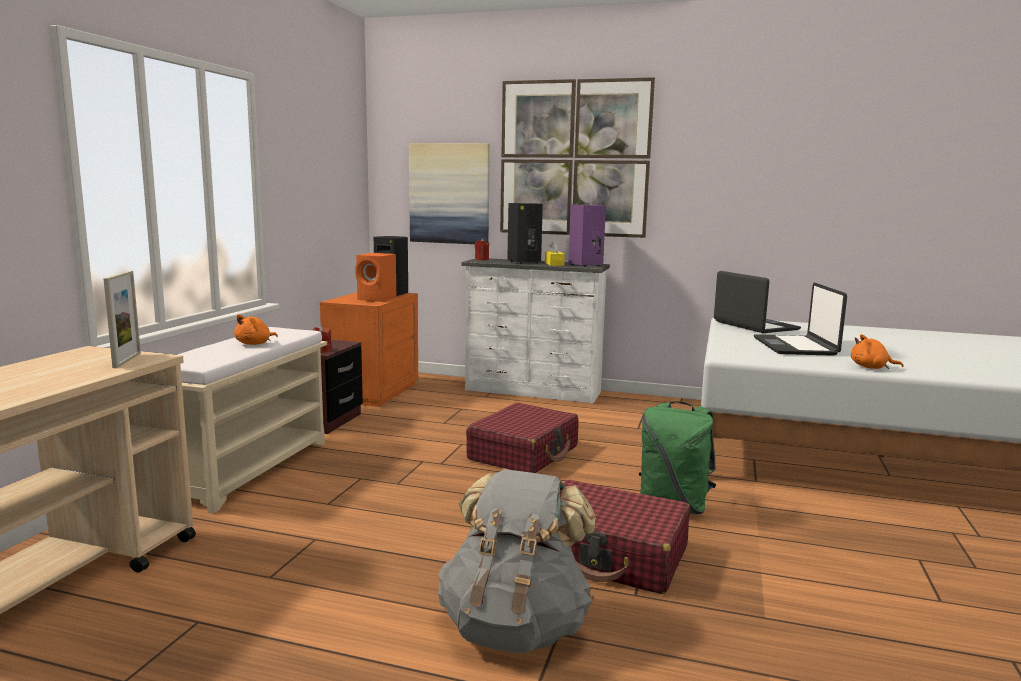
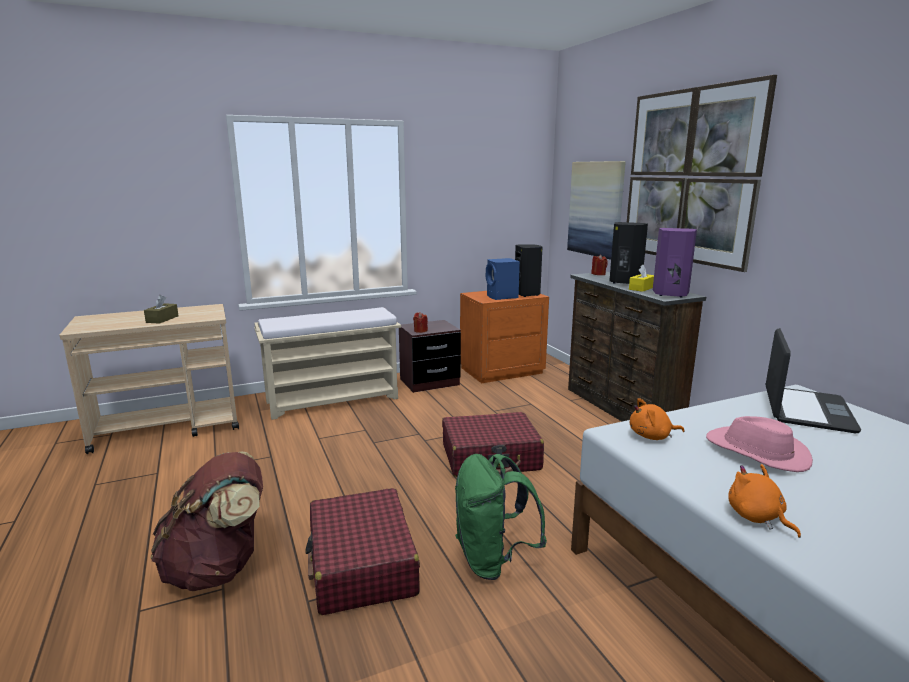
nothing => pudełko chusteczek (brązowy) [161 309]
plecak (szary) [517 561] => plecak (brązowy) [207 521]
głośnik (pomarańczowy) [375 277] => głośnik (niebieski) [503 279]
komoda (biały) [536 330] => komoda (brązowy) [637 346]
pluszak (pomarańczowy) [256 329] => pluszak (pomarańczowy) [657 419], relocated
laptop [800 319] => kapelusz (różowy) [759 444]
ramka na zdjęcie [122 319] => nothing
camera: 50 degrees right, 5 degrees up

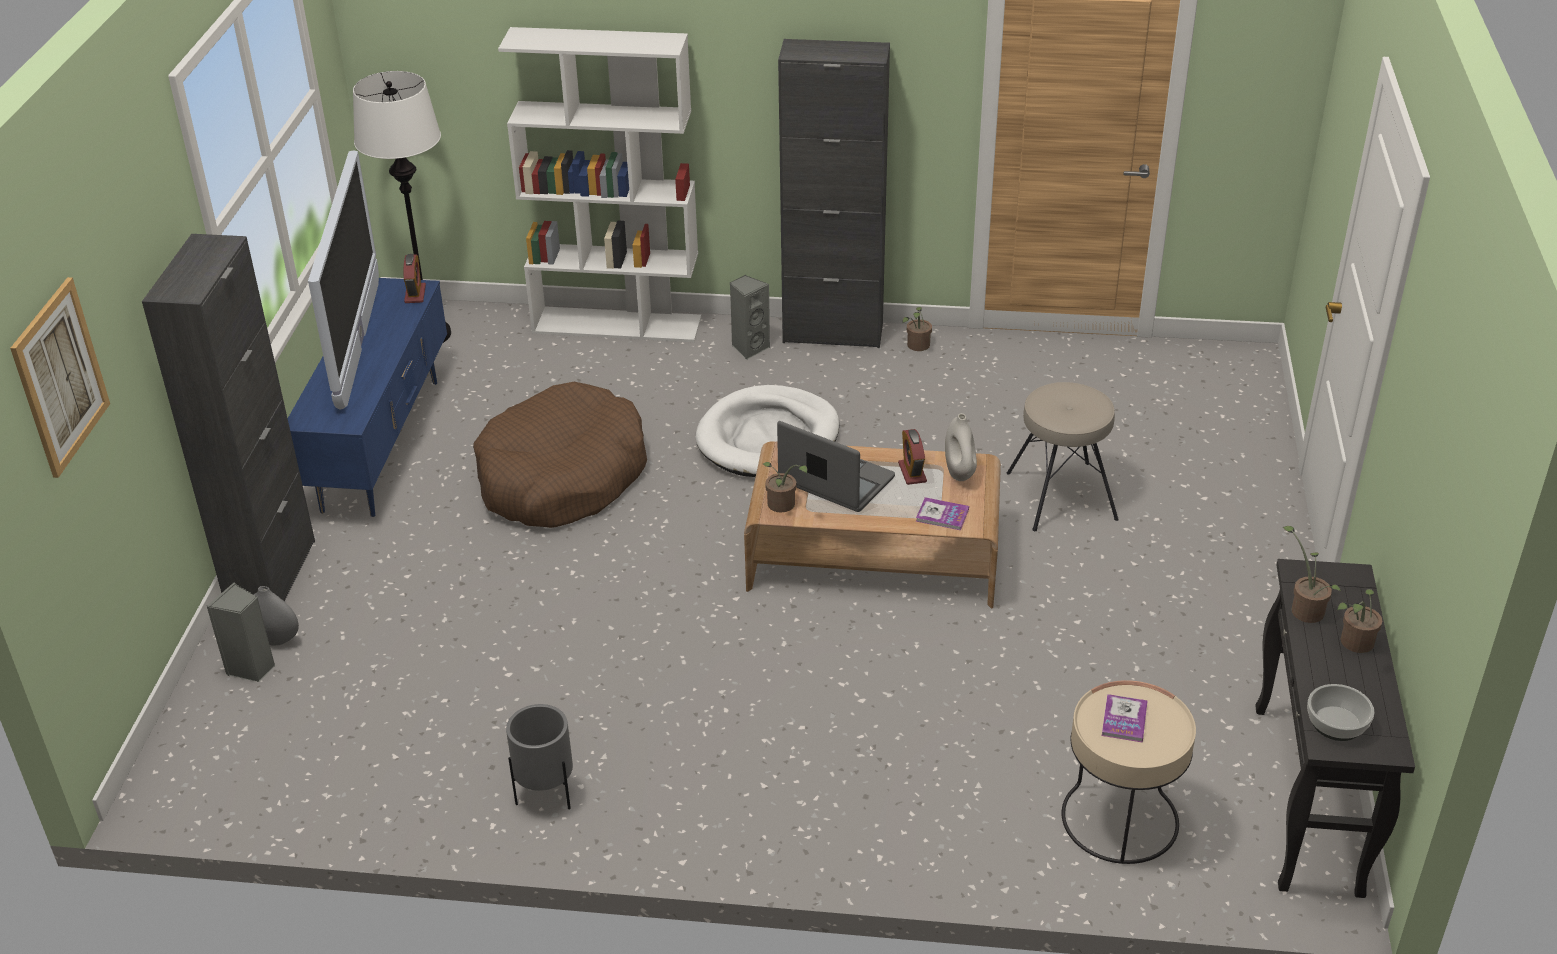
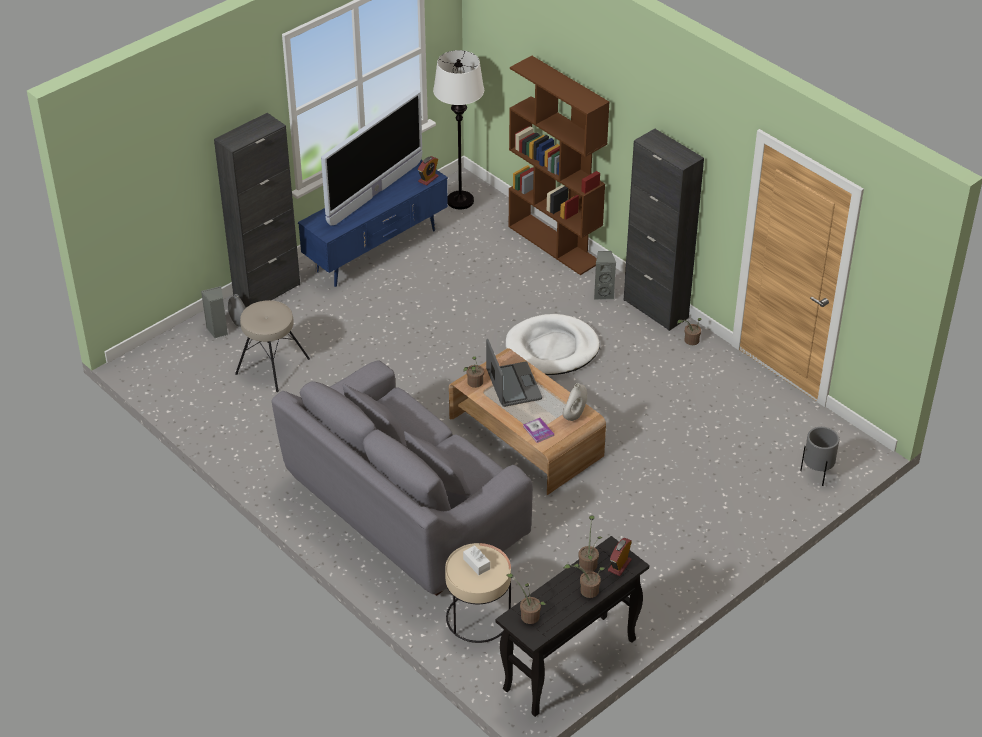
stołek (beżowy) [1062 456] => stołek (beżowy) [272 346], relocated
nothing => kanapa (szary) [402 478]
książka [1125 718] => pudełko chusteczek (biały) [476 560]
miska [1340 712] => roślina doniczkowa [526 599]
regał (biały) [599 184] => regał (brązowy) [559 165]
budzik [912 457] => budzik [620 557], relocated
donica (szary) [539 757] => donica (szary) [819 456], relocated
obraz [60 377] => nothing
legowisko (brązowy) [560 455] => nothing
camera: 40 degrees right, 5 degrees up

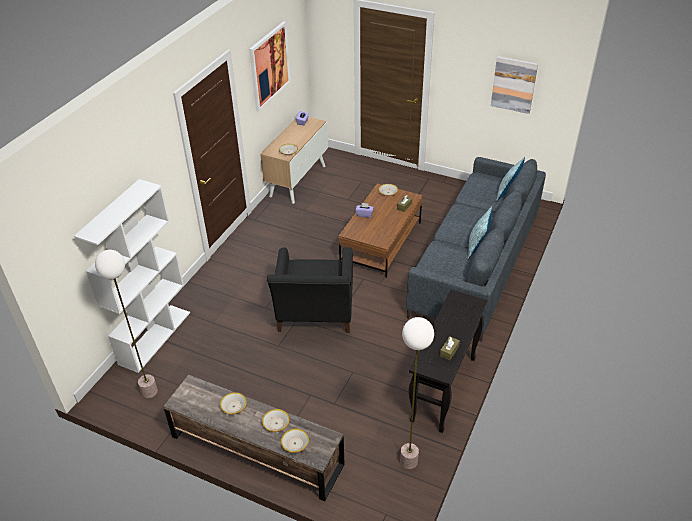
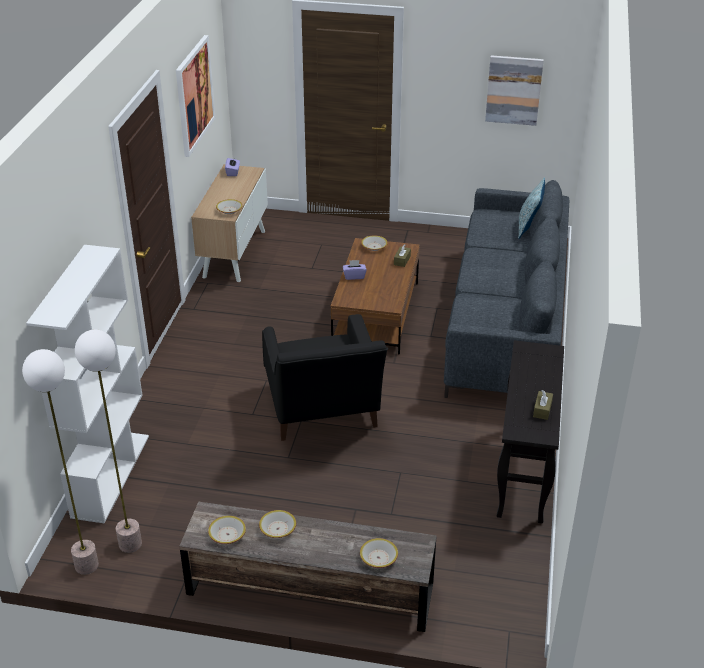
lampa stojąca [417 393] => lampa stojąca [60 462], relocated
miska [276 420] => miska [227 530], relocated
poduszka [480 232] => nothing
camera: 15 degrees left, 5 degrees down

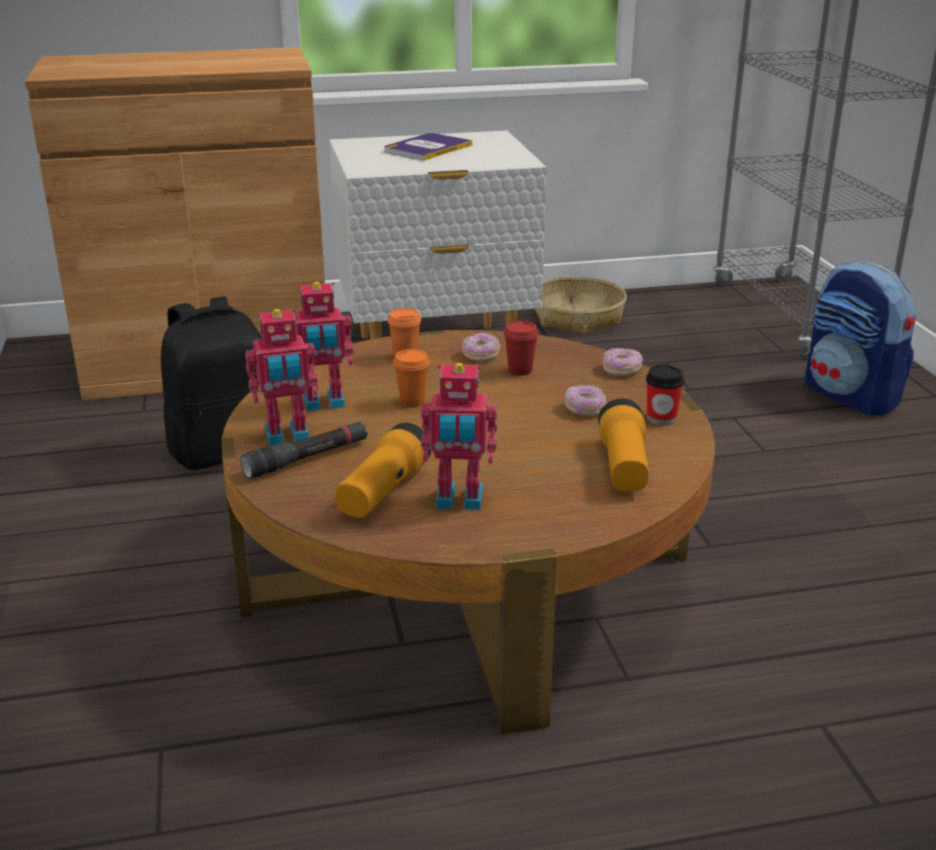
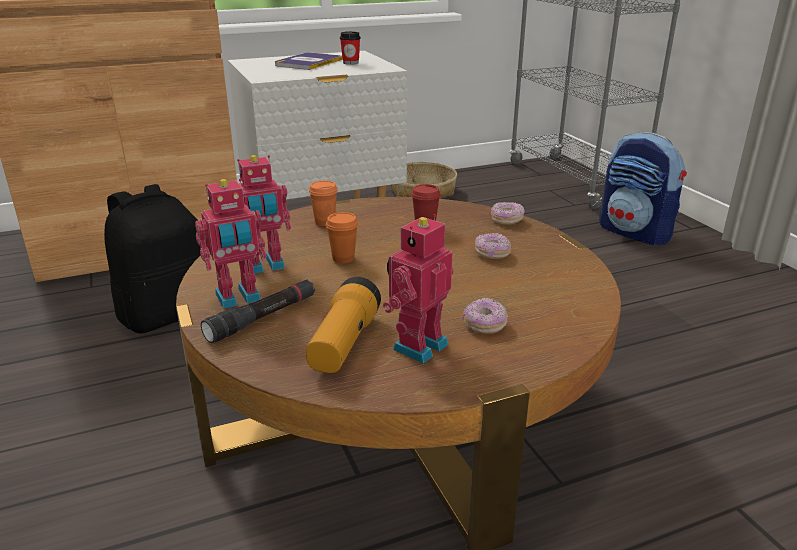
filiżanka [665 395] => filiżanka [350 48], relocated
robot zabawkowy [459 436] => robot zabawkowy [418 289], 135 degrees clockwise
donut [481 347] => donut [485 316], relocated
latarka [623 445] => nothing
camera: 10 degrees left, 0 degrees up

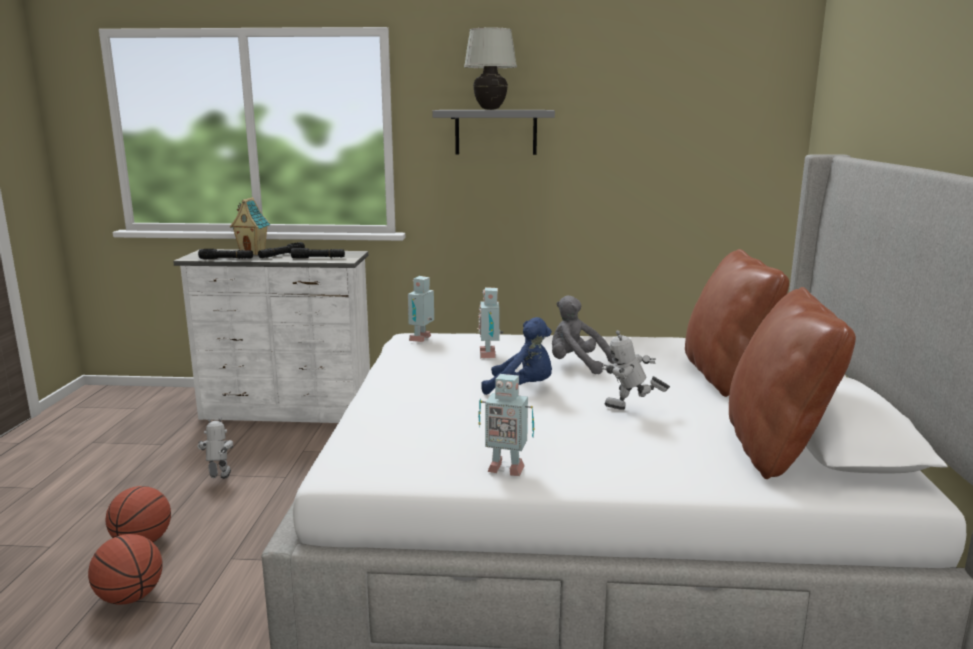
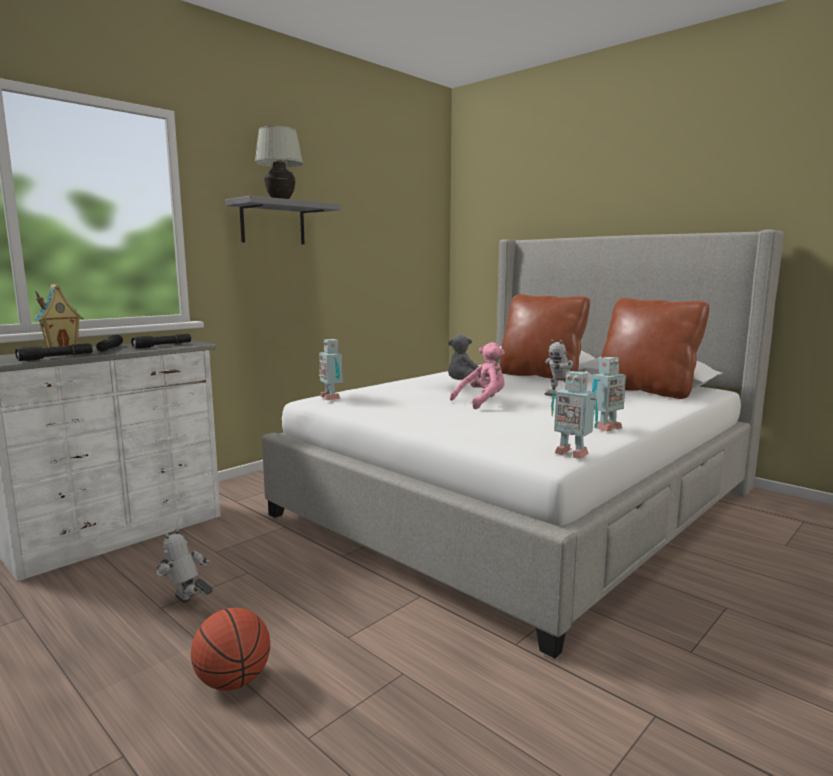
pluszak (niebieski) [516 356] => pluszak (różowy) [477 375]
robot zabawkowy [490 322] => robot zabawkowy [574 415], relocated
piłka do koszykówki [125 569] => nothing
camera: 50 degrees left, 5 degrees down

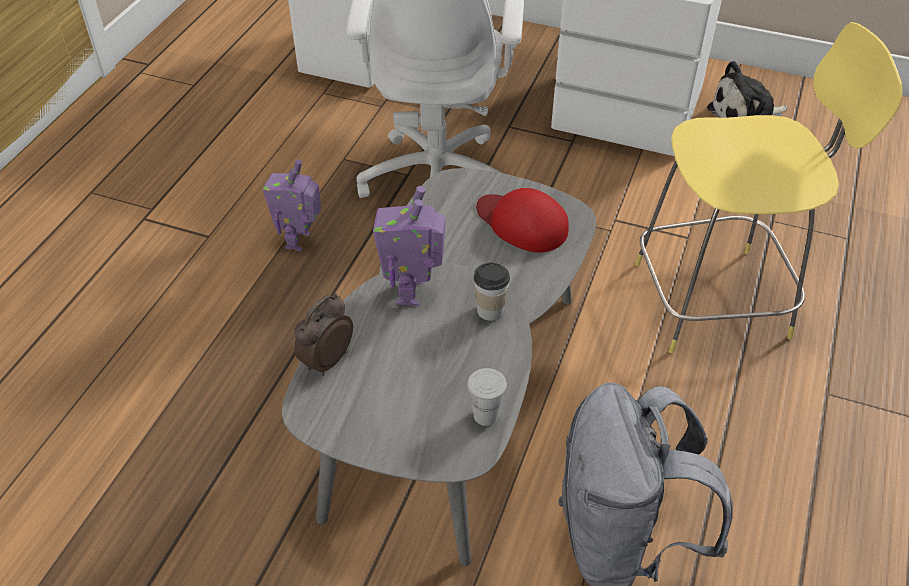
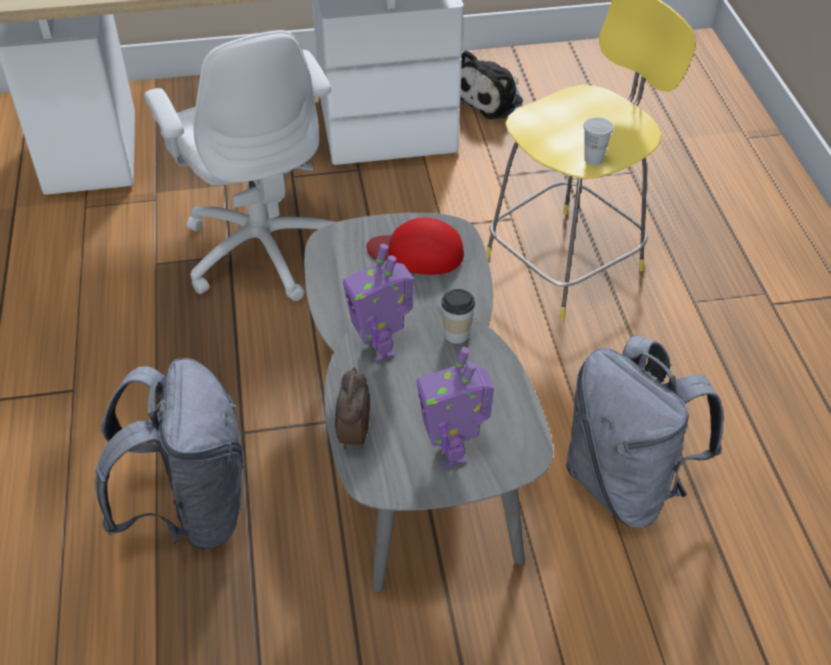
nothing => plecak (szary) [169 454]
robot zabawkowy [292 205] => robot zabawkowy [455 407], relocated
filiżanka (biały) [487 397] => filiżanka (biały) [598 141], relocated
camera: 30 degrees left, 0 degrees up

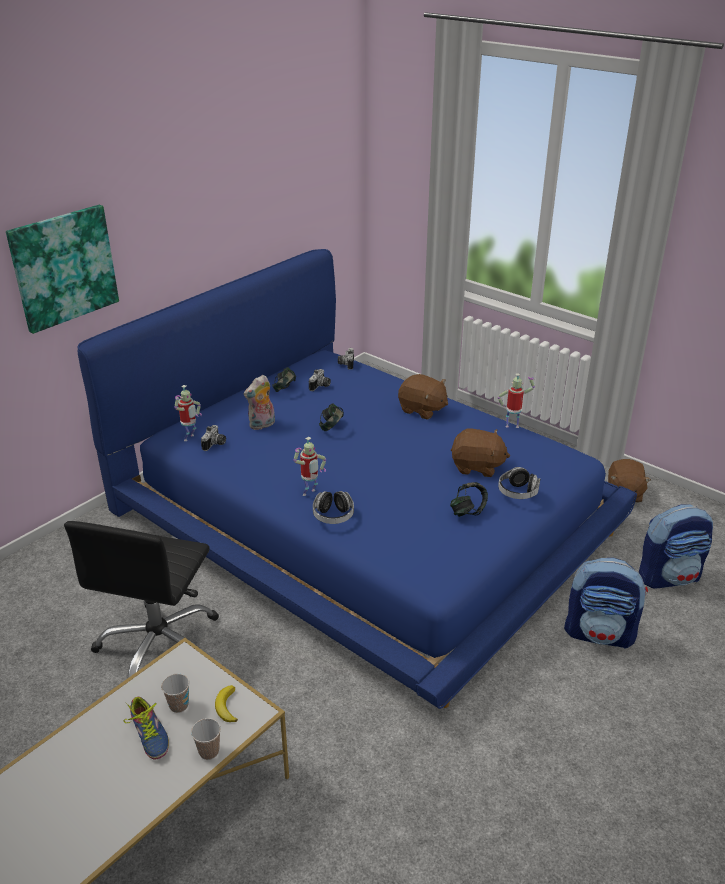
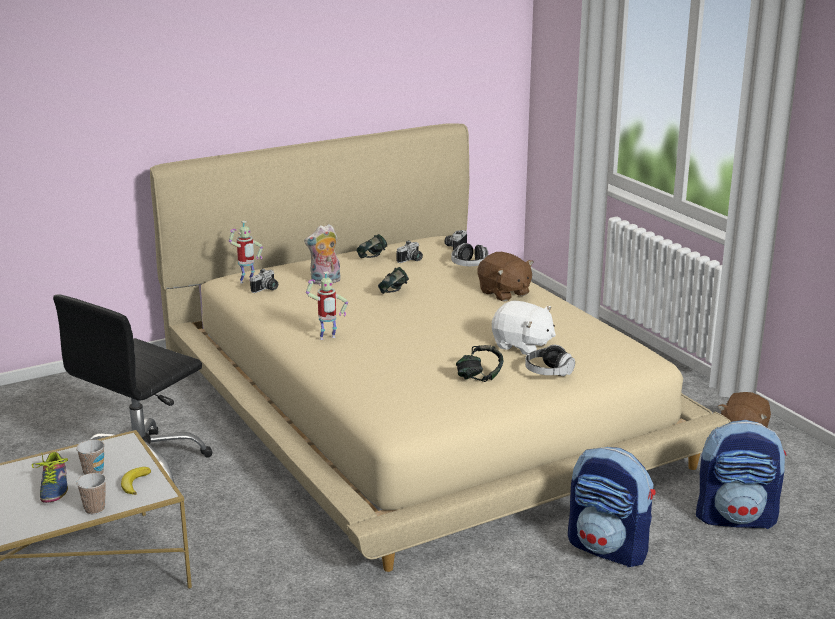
łóżko (niebieski) [357 479] => łóżko (beżowy) [440 347]
słuchawki [333 507] => słuchawki [469 254], relocated
pluszak (brązowy) [480 452] => pluszak (biały) [524 327]
obraz [62 269] => nothing
robot zabawkowy [516 401] => nothing
camera: 20 degrees right, 10 degrees down

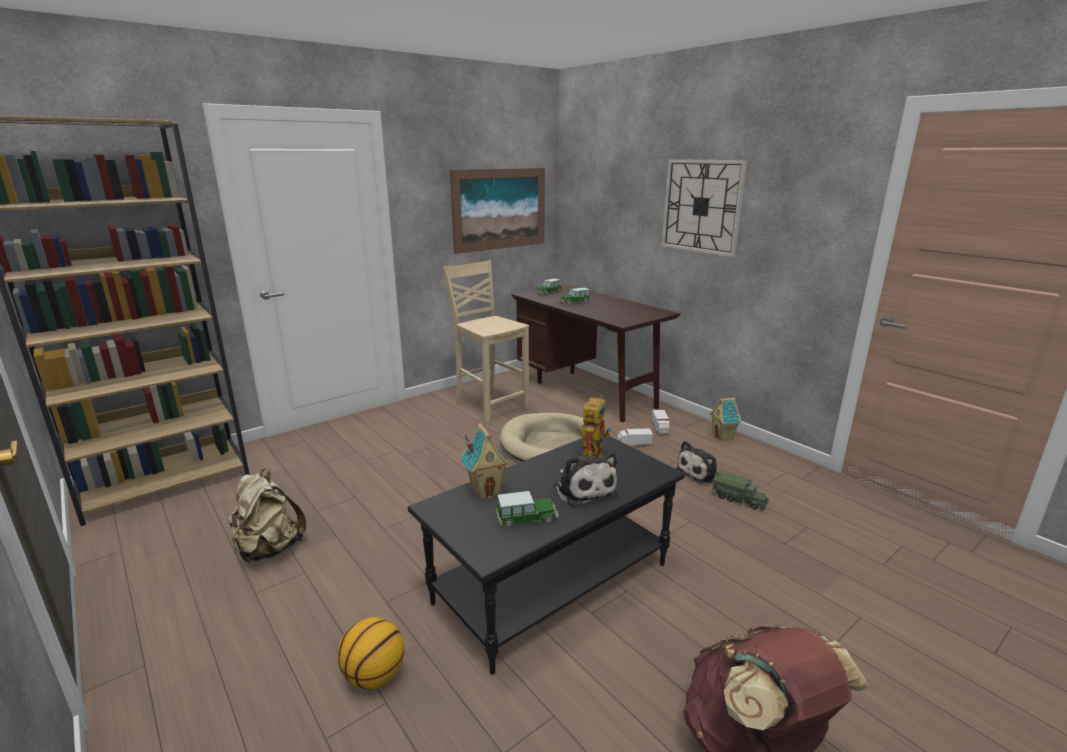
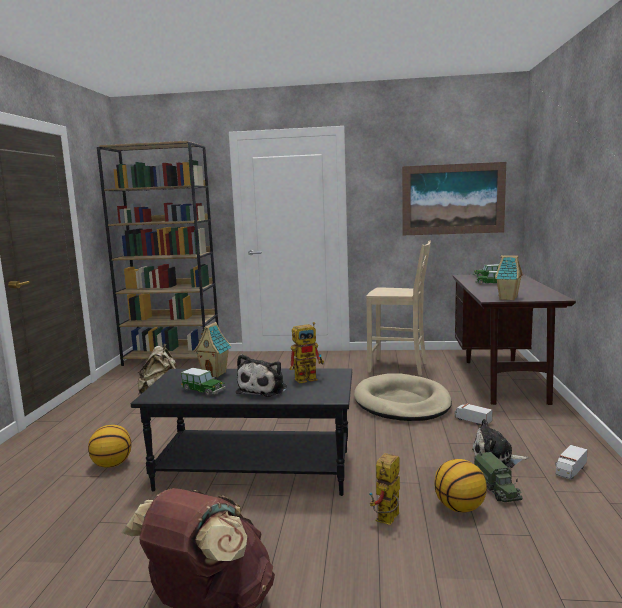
krzesło (beżowy) [486 342] => krzesło (beżowy) [398 308], 105 degrees clockwise
nothing => robot zabawkowy [384 489]
nothing => piłka do koszykówki [460 486]
domek [725 419] => domek [509 277], relocated
ciężarówka zabawkowa [661 422] => ciężarówka zabawkowa [571 462], relocated
zegar ścienny [704 208] => nothing
camera: 45 degrees right, 10 degrees down

